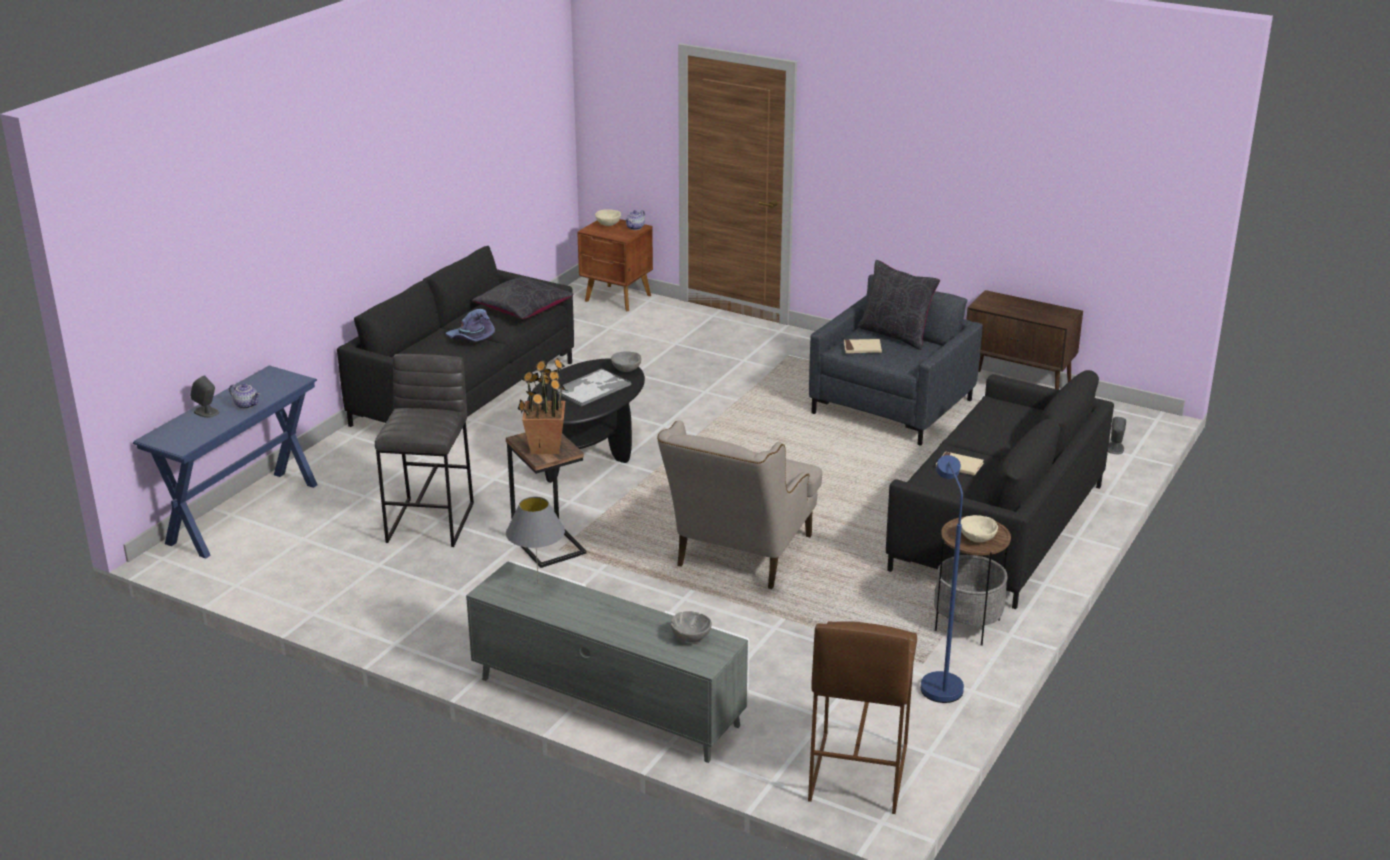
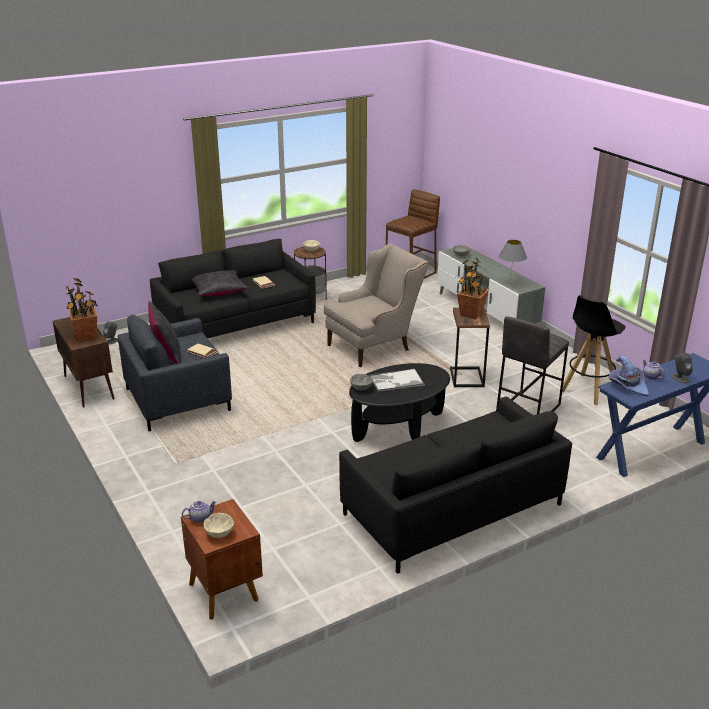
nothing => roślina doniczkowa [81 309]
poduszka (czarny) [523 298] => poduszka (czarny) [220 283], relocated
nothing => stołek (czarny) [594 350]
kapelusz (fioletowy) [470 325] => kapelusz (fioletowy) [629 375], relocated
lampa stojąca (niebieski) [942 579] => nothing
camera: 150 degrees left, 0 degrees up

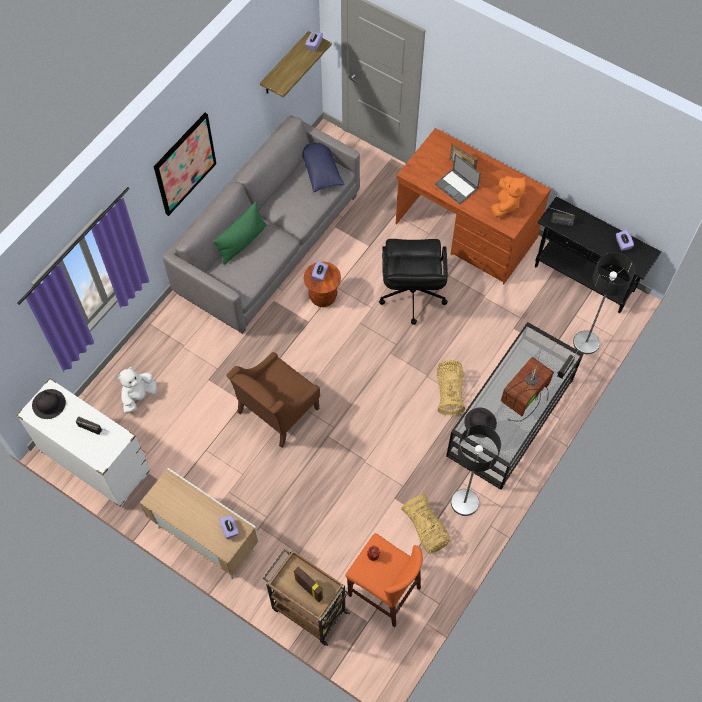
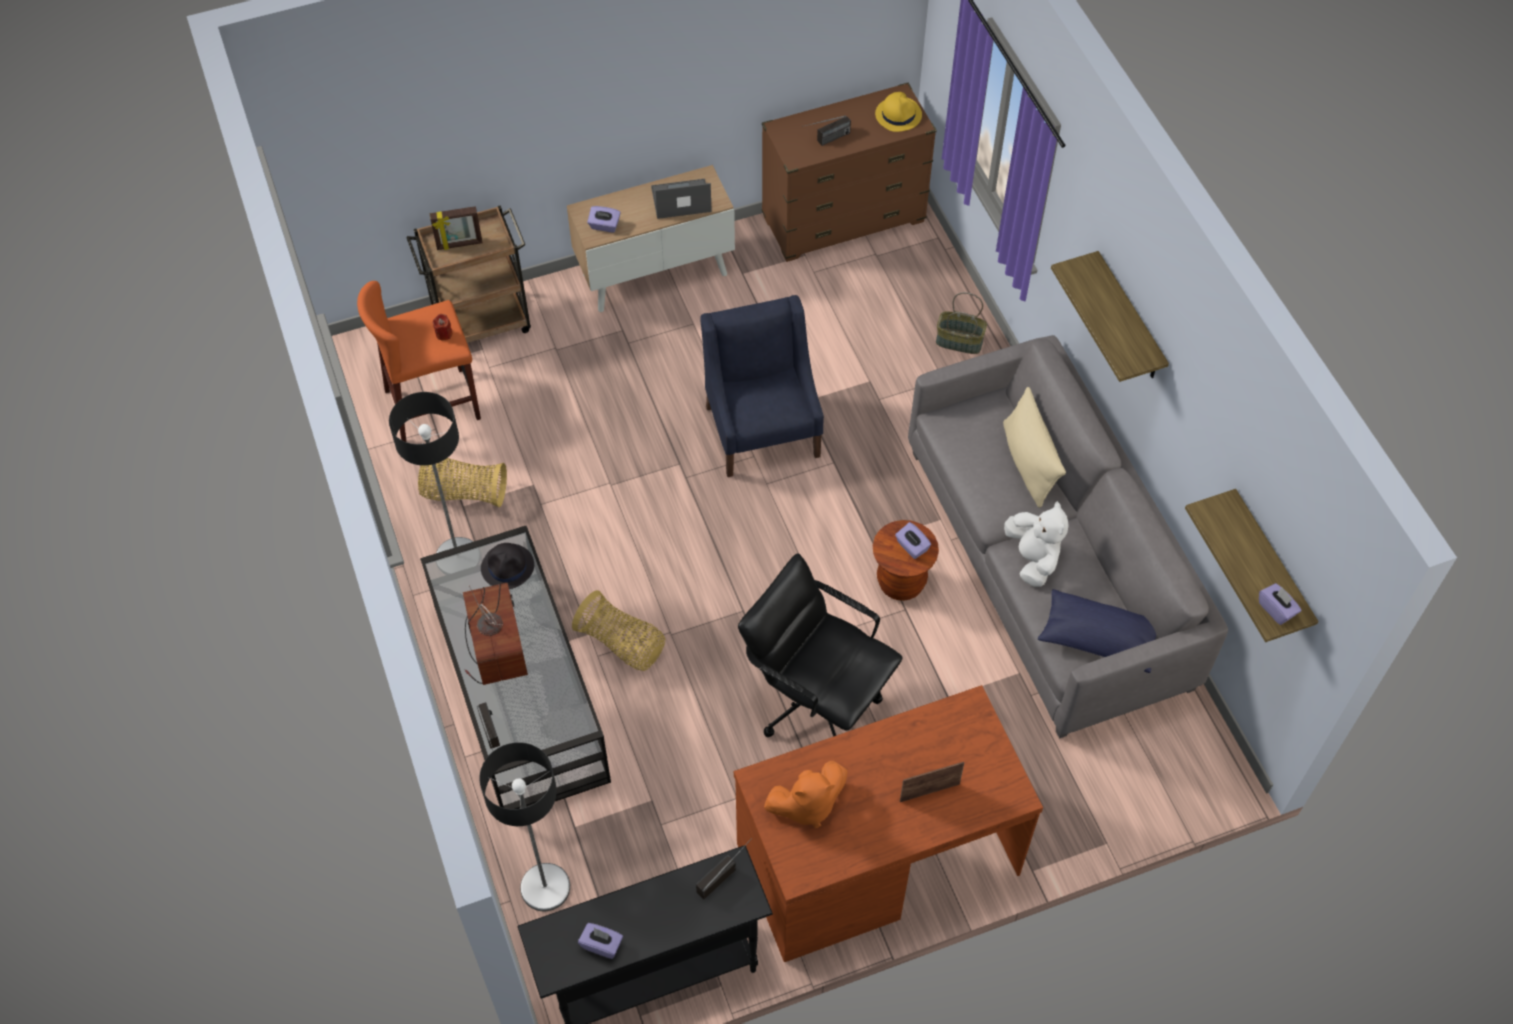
laptop [458 179] => laptop [681 199], relocated
fotel (brązowy) [273 400] => fotel (niebieski) [762 386]
komoda (biały) [83 442] => komoda (brązowy) [849 172]
pluszak (pomarańczowy) [508 196] => pluszak (pomarańczowy) [806 794], 75 degrees counterclockwise
kapelusz (czarny) [49 404] => kapelusz (żółty) [898 112]
nothing => koszyk [961 323]
poduszka (zielony) [240 233] => poduszka (beżowy) [1034 447]
pluszak (biały) [137 390] => pluszak (biały) [1036 544], relocated
obraz [185 164] => półka [1110 316]
camera: 125 degrees right, 5 degrees down

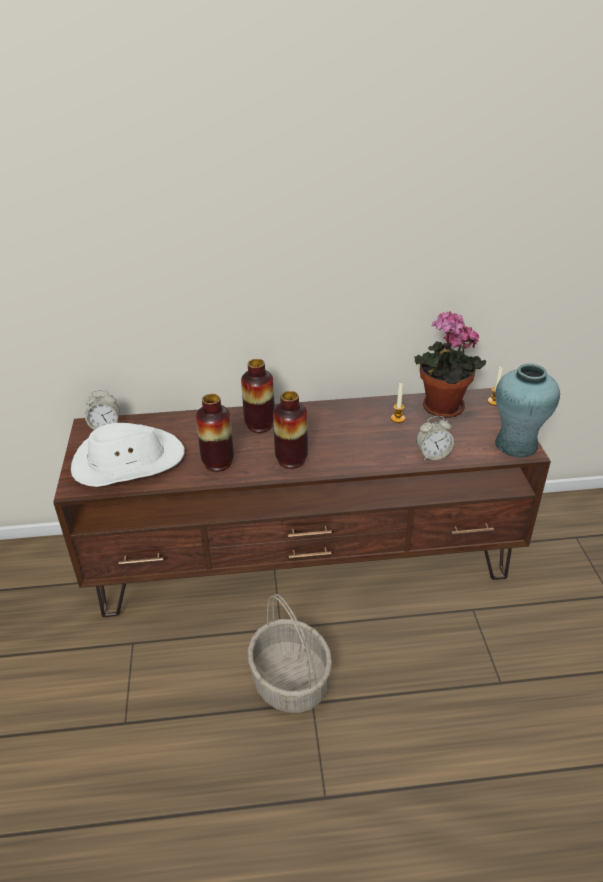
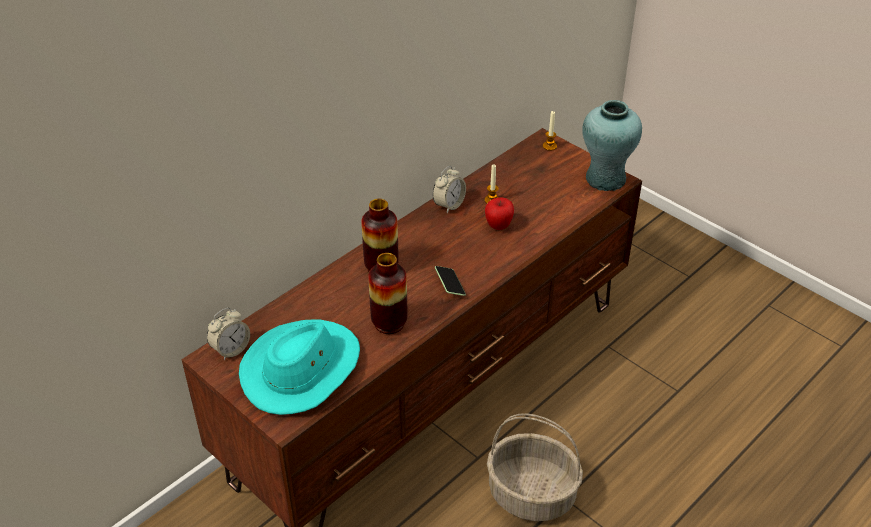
kapelusz (biały) [128 455] => kapelusz (turkusowy) [299 367]
budzik [435 438] => budzik [449 189], relocated
wazon [290 430] => telefon [450 281]
nothing => jabłko [499 213]
roślina doniczkowa [450 364] => nothing
camera: 40 degrees left, 5 degrees up

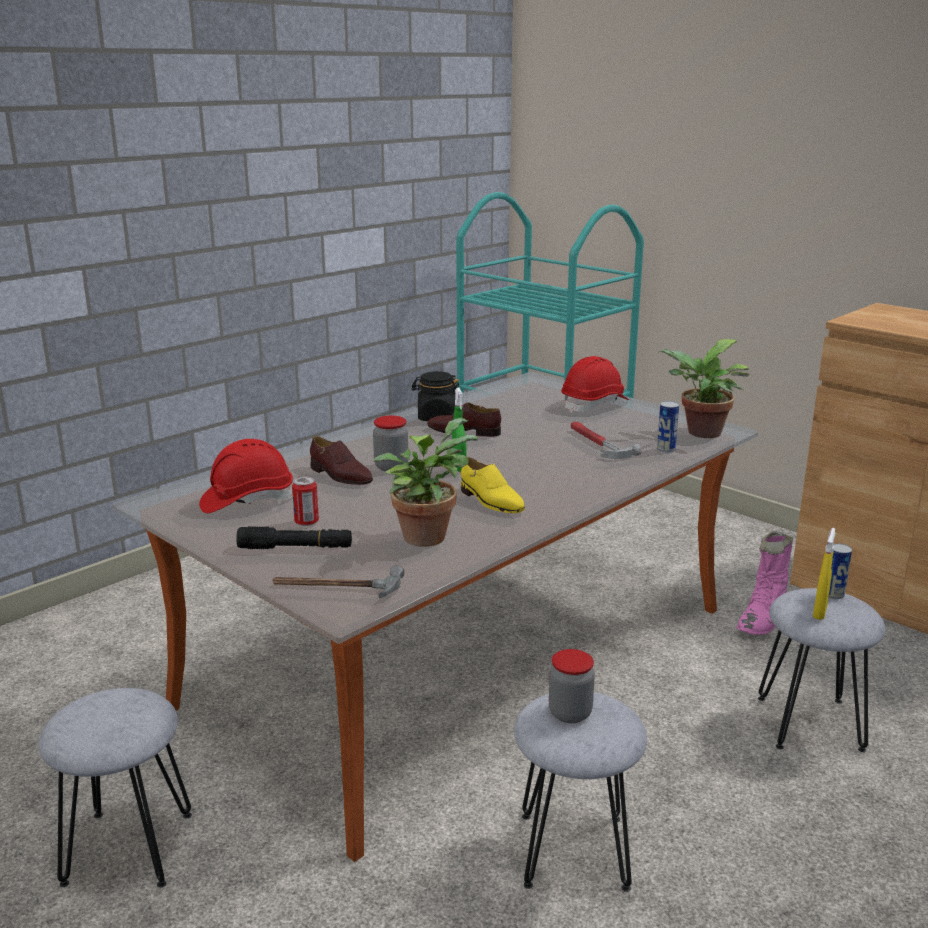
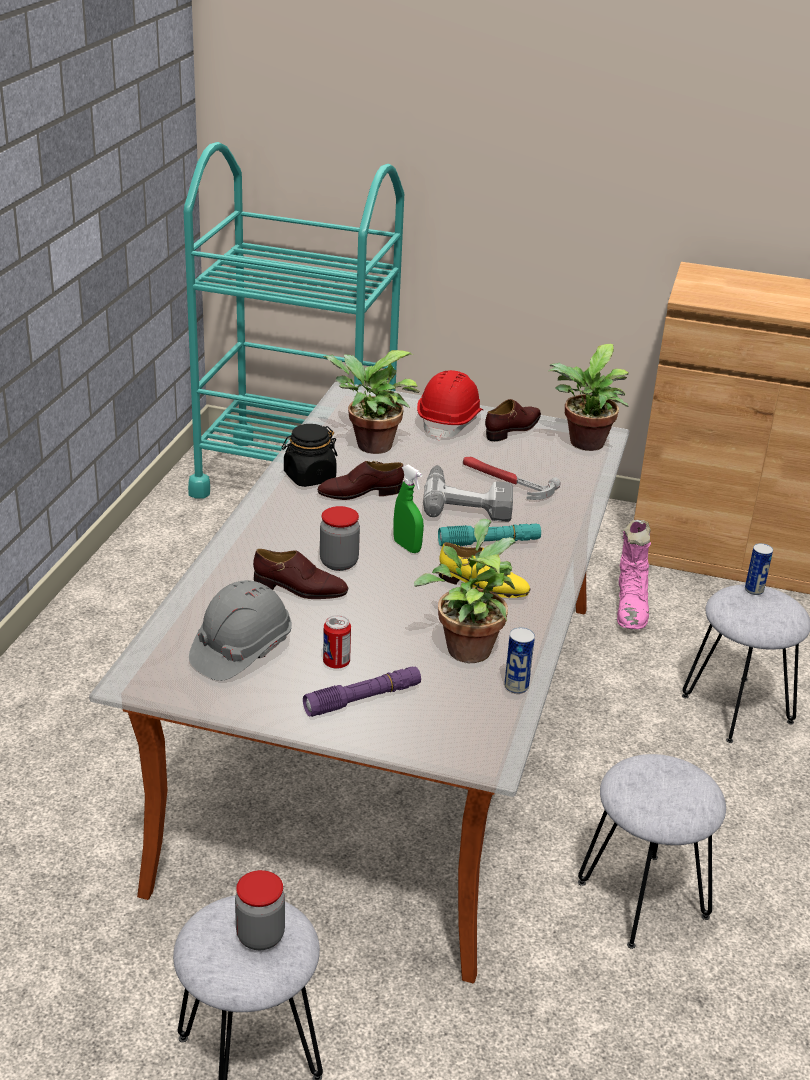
kask (czerwony) [246 476] => kask (szary) [240 630]
słoik [572 686] => słoik [260 910], relocated
latarka (czarny) [294 537] => latarka (fioletowy) [362 692]
nothing => roślina doniczkowa [371 402]
nothing => wiertarka [468 493]
nothing => latarka (turkusowy) [489 535]
nothing => but (brązowy) [513 420]
puszka [668 427] => puszka [519 660], relocated
młotek [338 581] => nothing
spryskiwacz (żółty) [824 574] => nothing
camera: 30 degrees left, 10 degrees up

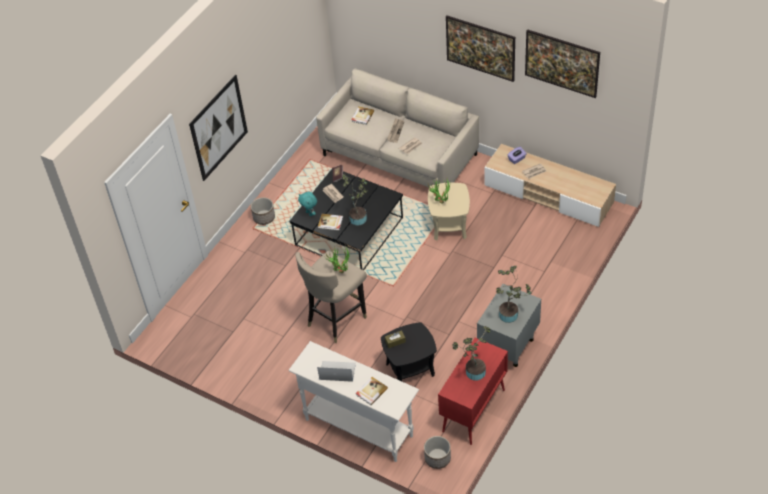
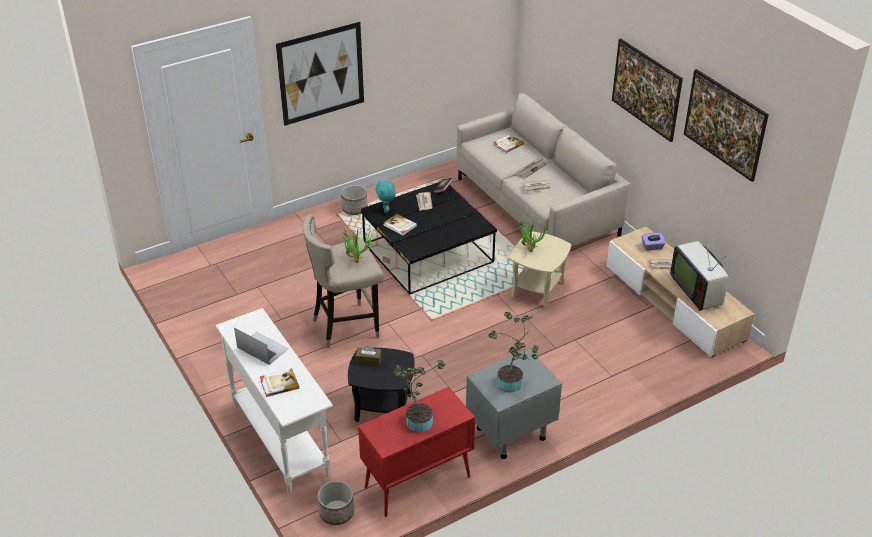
nothing => telewizor [699 272]
roślina doniczkowa [355 199] => nothing
camera: 25 degrees right, 10 degrees down

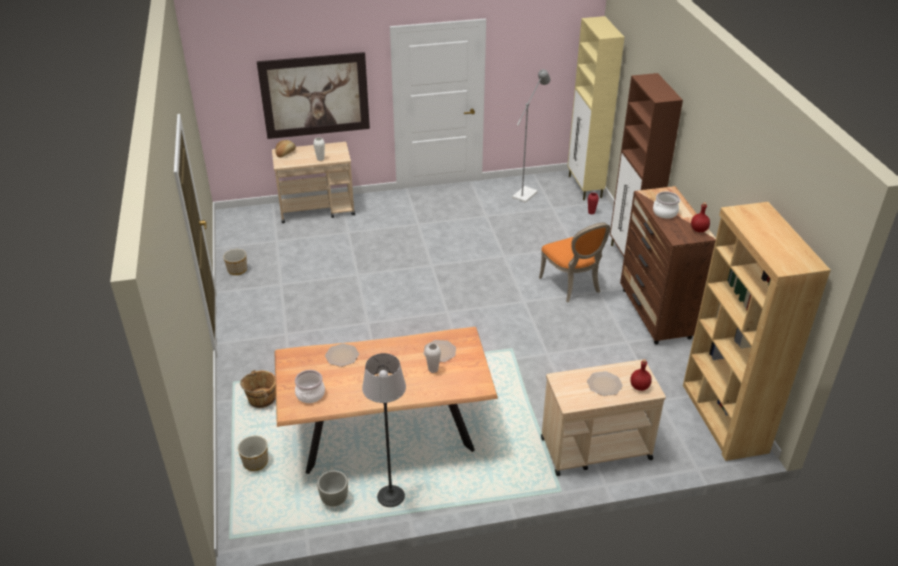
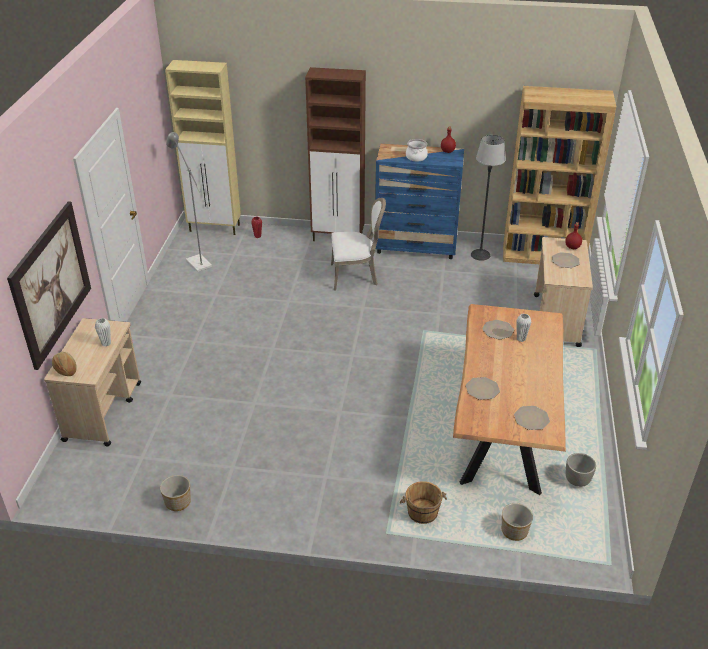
krzesło (pomarańczowy) [574 262] => krzesło (biały) [358 244]
komoda (brązowy) [668 265] => komoda (niebieski) [419 201]
lampa stojąca [384 430] => lampa stojąca [488 198], relocated
garnek [310 386] => talerz [532 418]
camera: 70 degrees left, 0 degrees up

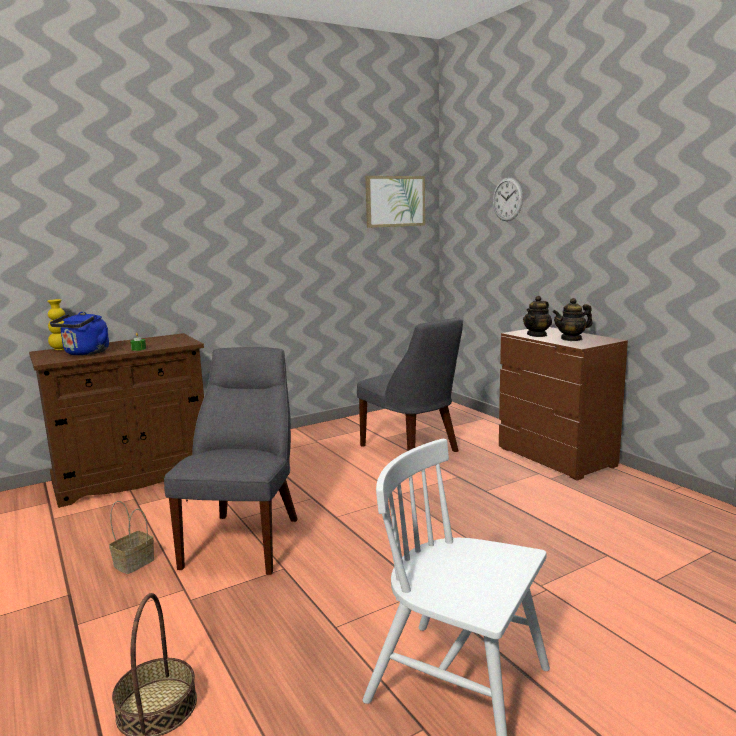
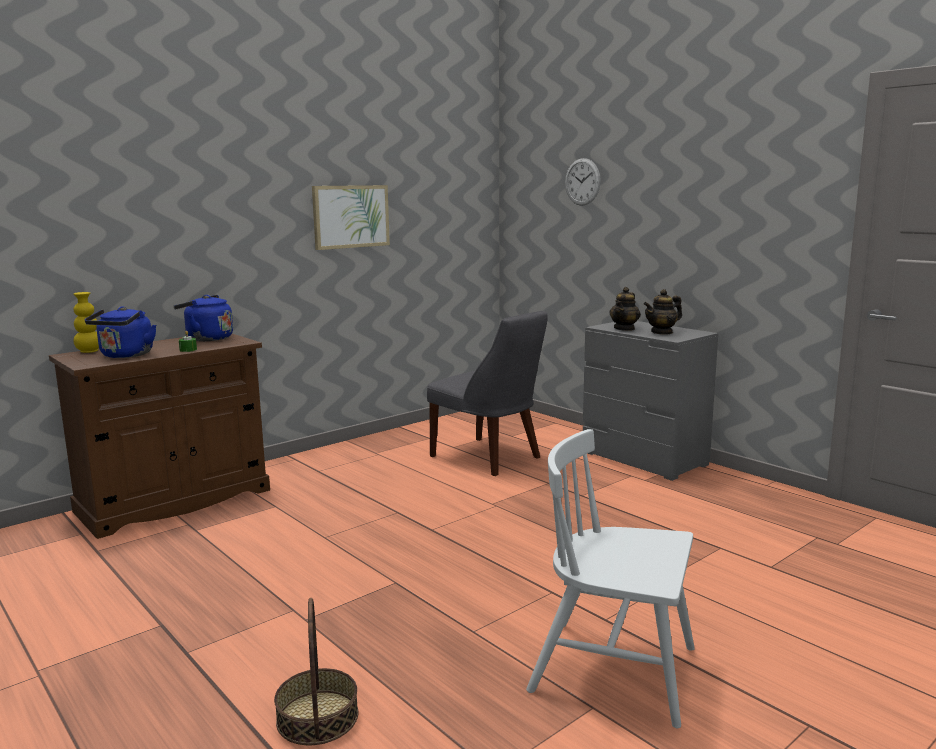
nothing => czajnik (niebieski) [203 318]
obraz [395 202] => obraz [351 217], relocated
komoda (brązowy) [563 404] => komoda (szary) [650 401]
koszyk [131 537] => nothing
krzesło (szary) [230 461] => nothing
camera: 10 degrees left, 0 degrees up

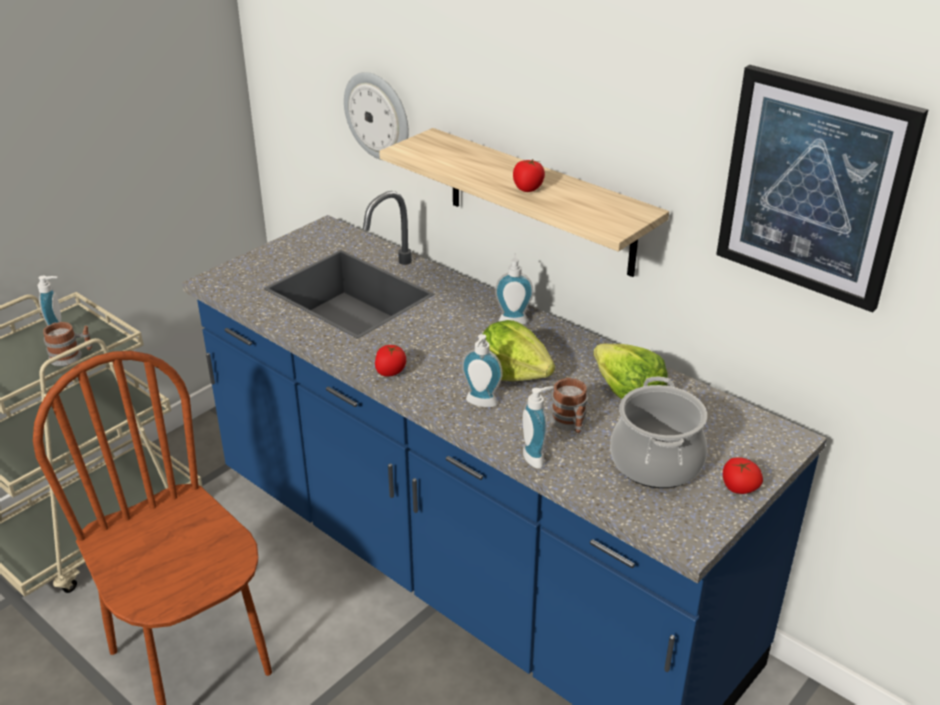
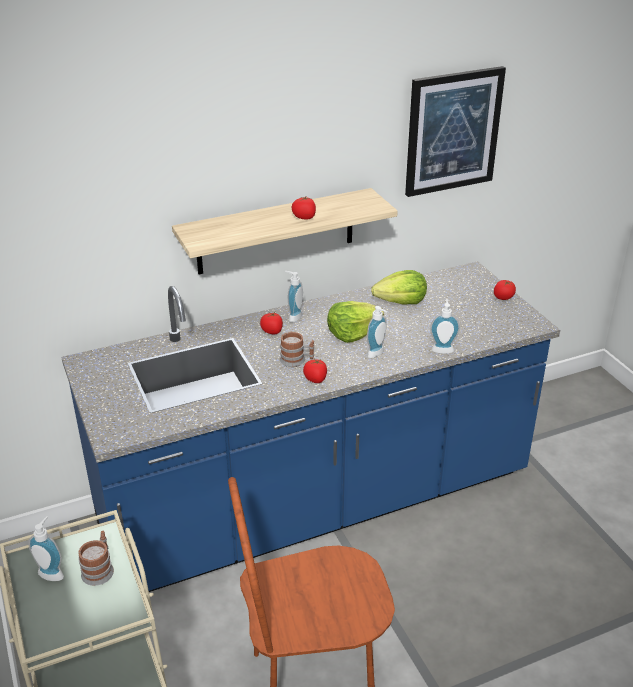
nothing => pomidor [271 323]
kubek [568 405] => kubek [297 349], relocated
zegar ścienny [376 116] => nothing
garnek [658 432] => nothing
camera: 65 degrees left, 0 degrees up

